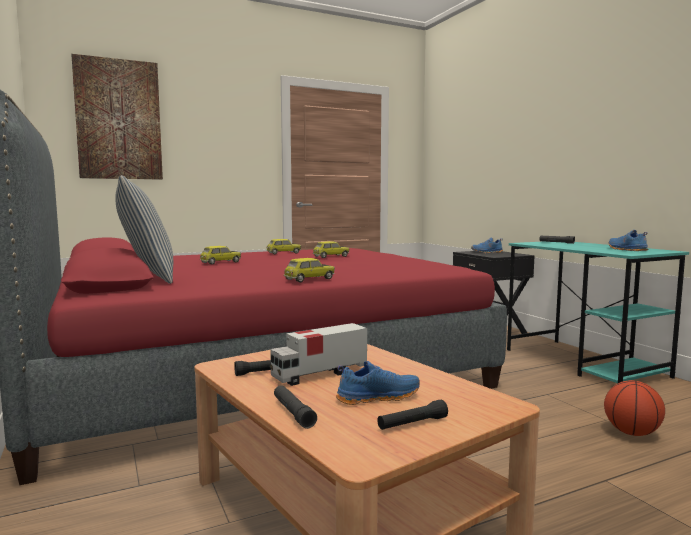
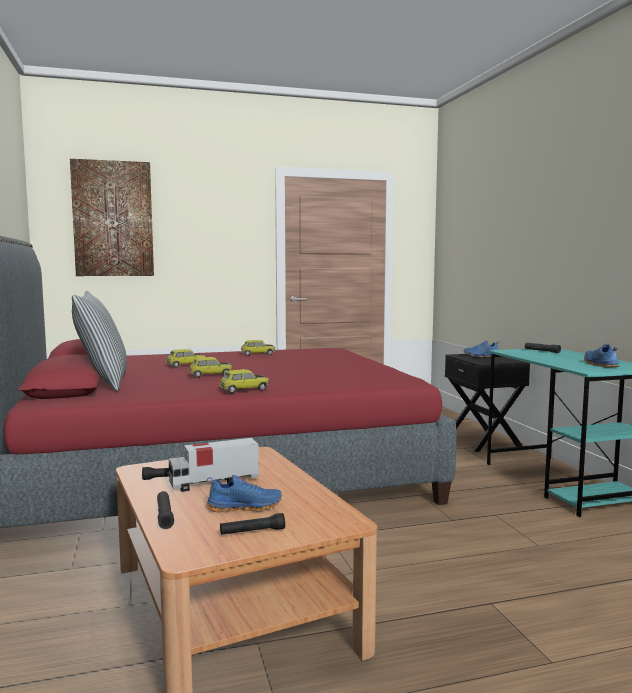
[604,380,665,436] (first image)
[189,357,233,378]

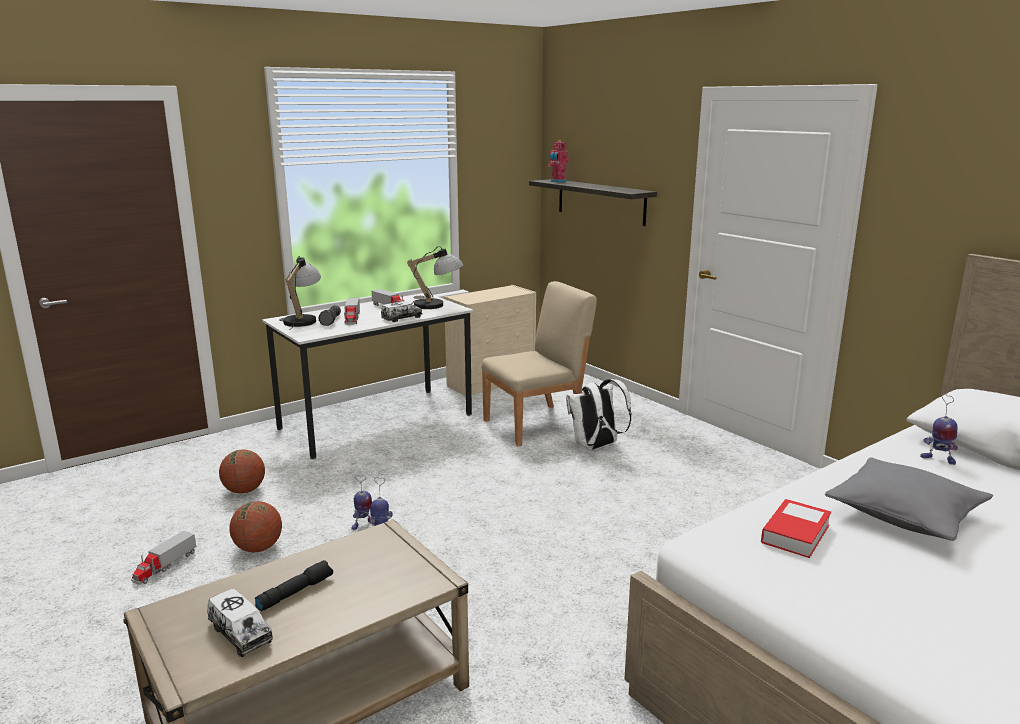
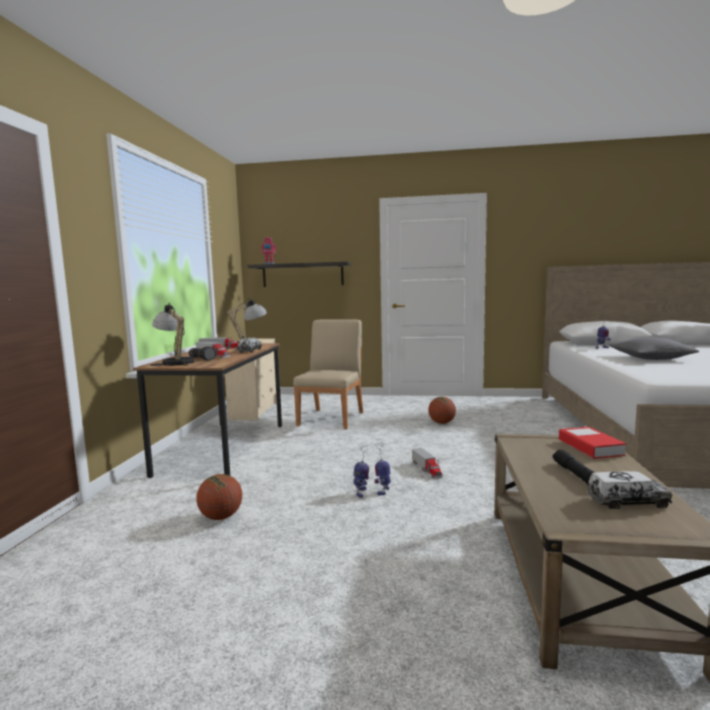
[566,379,632,450] (first image)
[412,448,443,479]
[428,397,456,424]
[559,427,627,459]
[133,343,282,478]

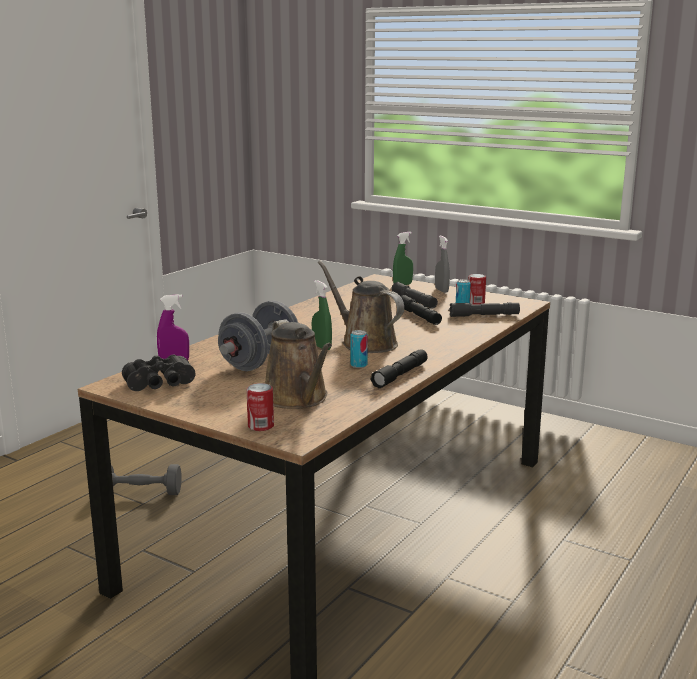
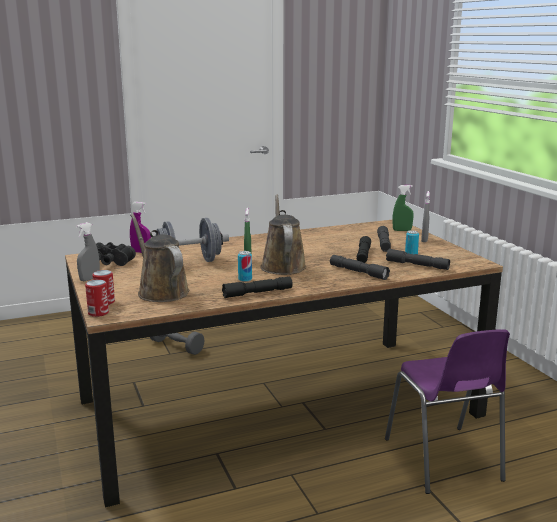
[76,222,100,281]
[330,255,390,280]
[385,329,510,494]
[85,279,109,317]
[130,214,189,302]

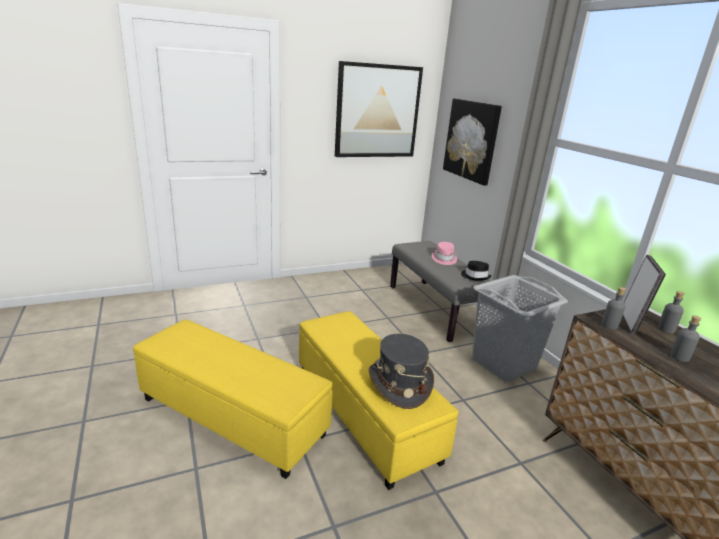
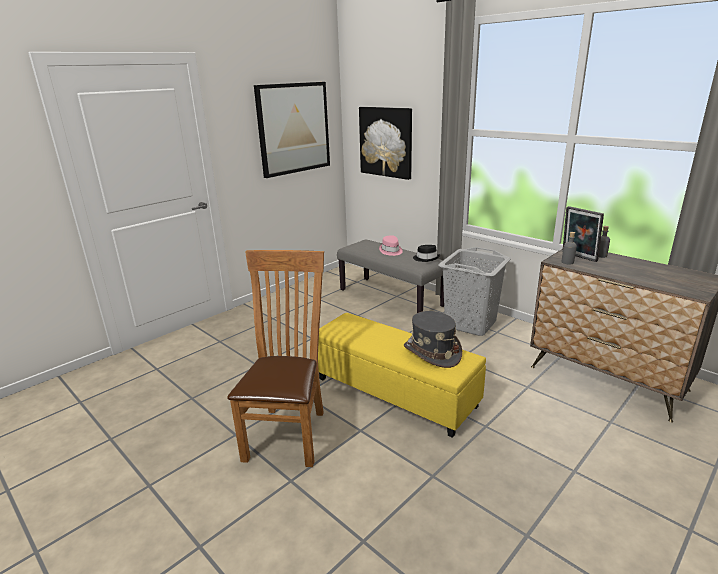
[670,315,701,362] (first image)
[227,250,324,467]
[562,206,604,262]

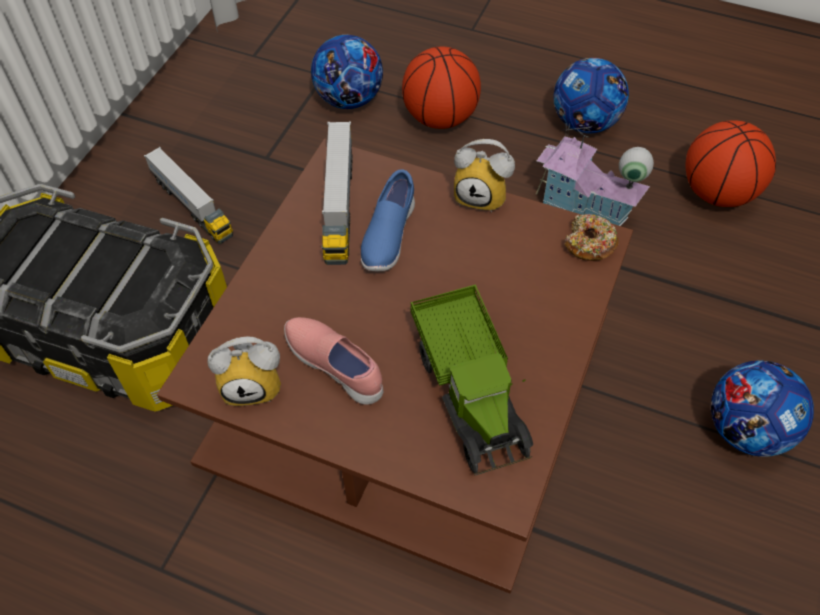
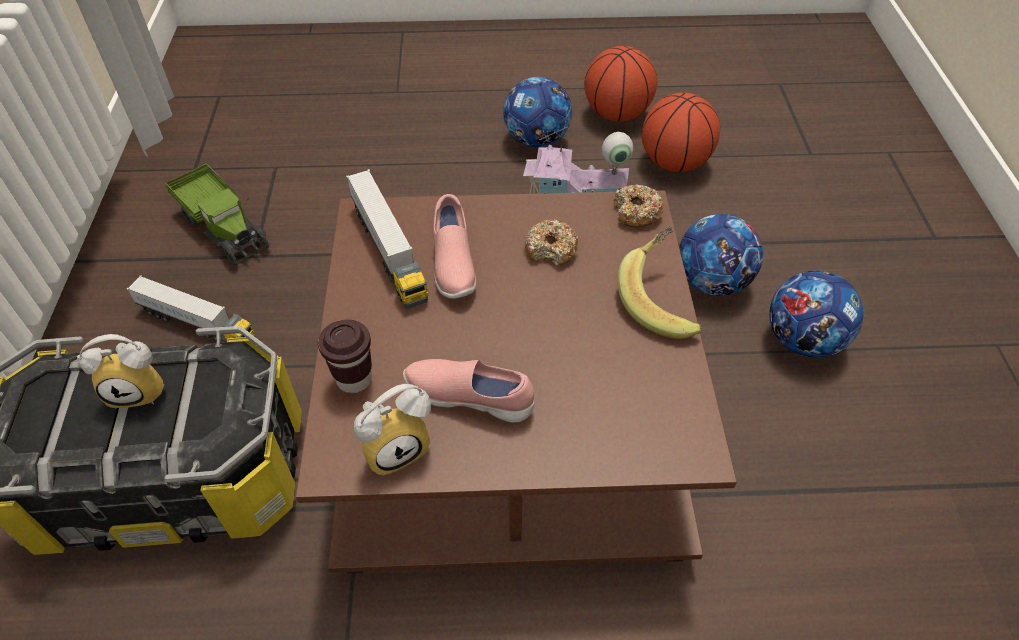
[318,319,372,393]
[524,220,578,266]
[617,226,702,339]
[679,214,763,296]
[584,46,657,121]
[165,163,270,265]
[77,334,164,408]
[433,194,476,299]

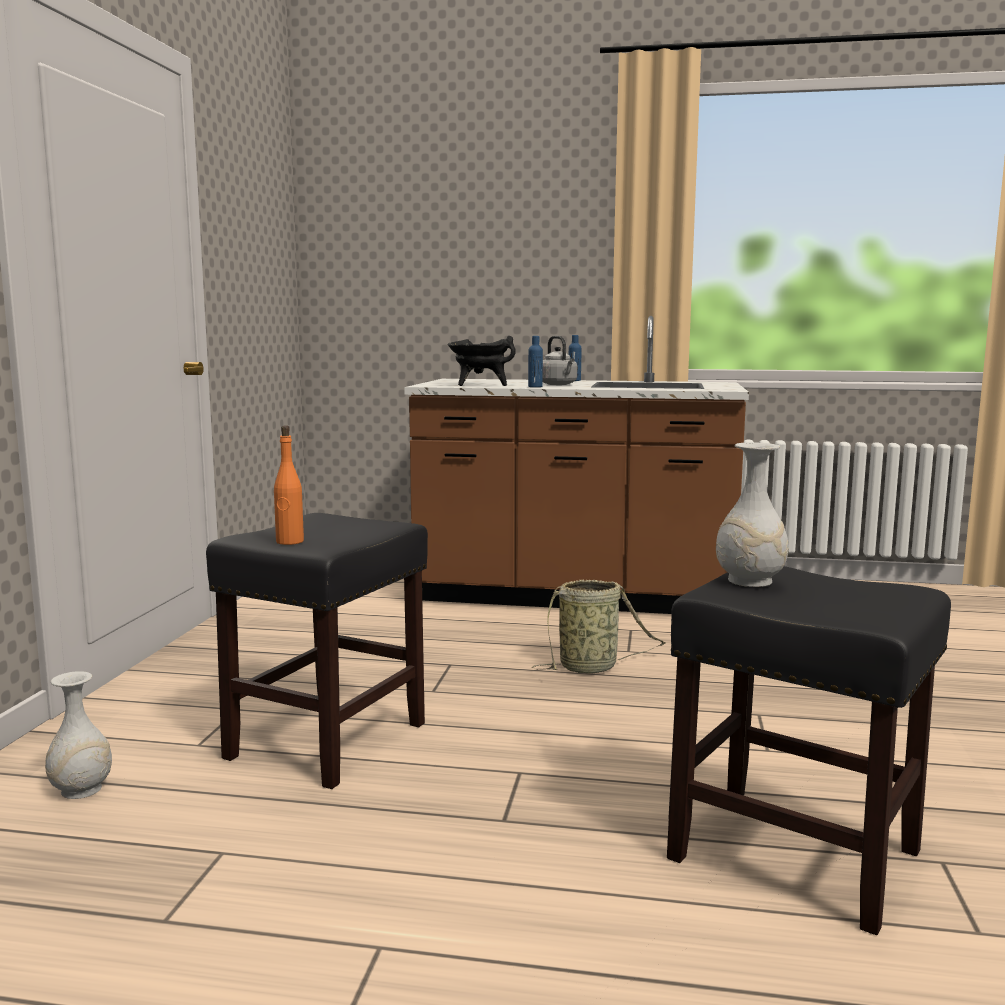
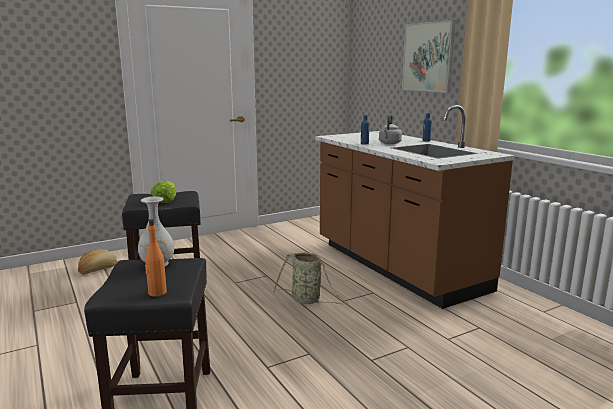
[448,336,516,386] (first image)
[151,181,176,203]
[402,20,456,93]
[145,219,167,296]
[78,249,117,275]

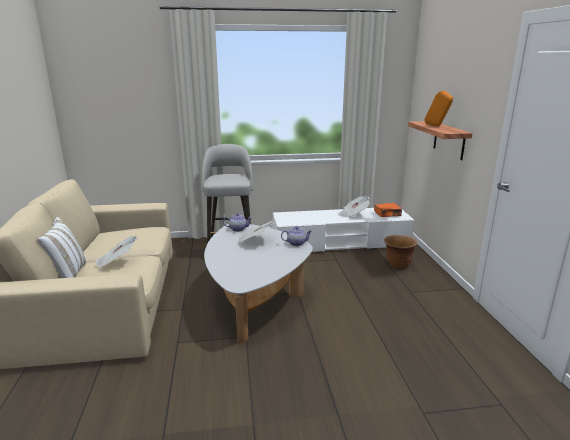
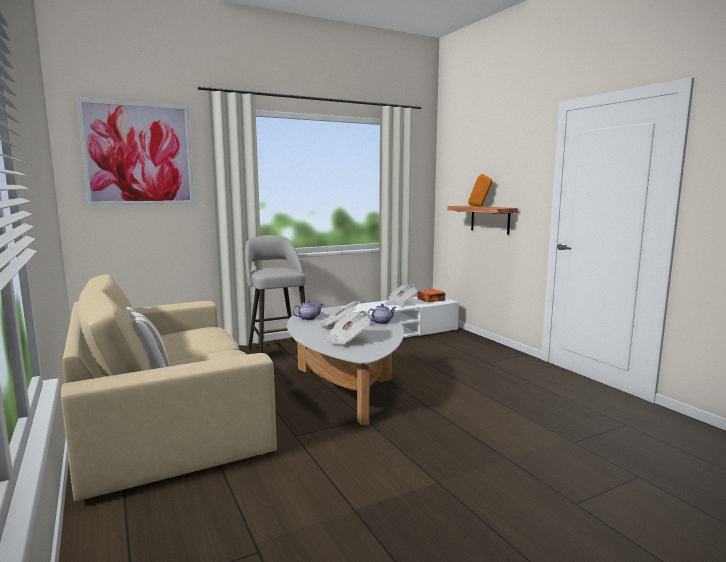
[384,235,417,269] (first image)
[77,98,194,206]
[323,311,371,345]

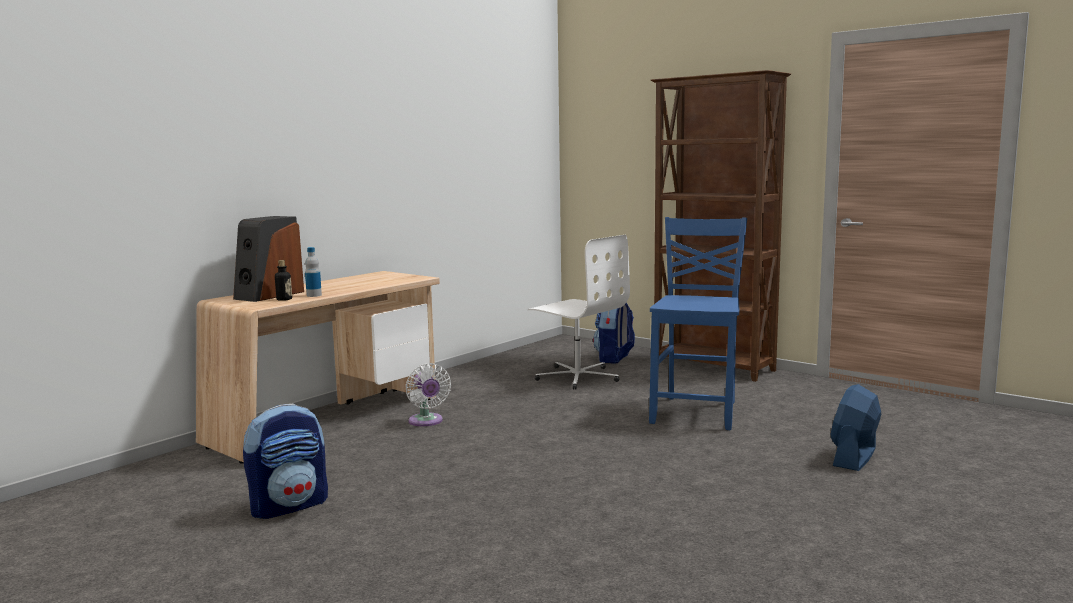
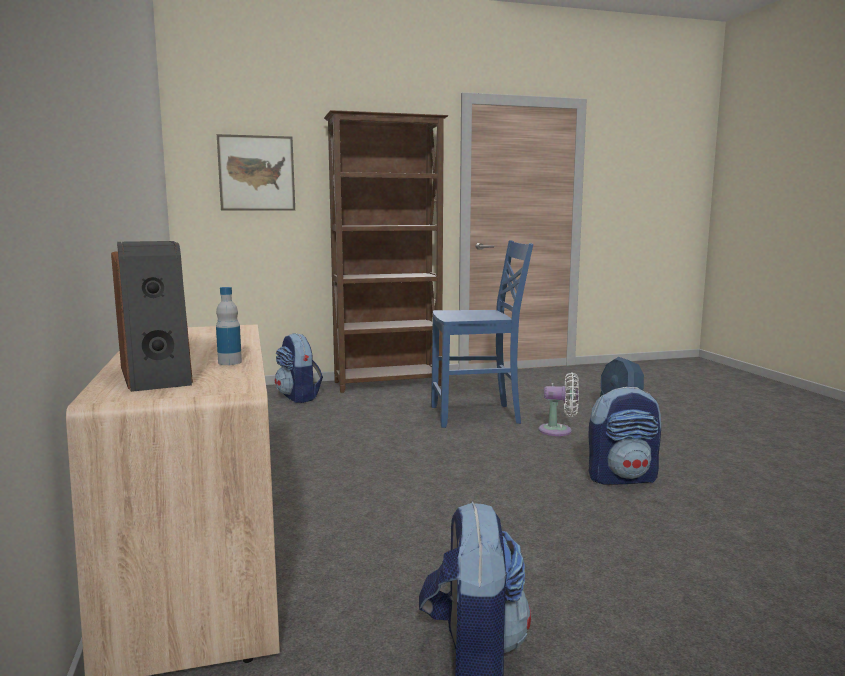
[275,260,292,301] (first image)
[528,235,630,390] (first image)
[217,134,295,211]
[588,387,661,485]
[539,372,579,436]
[431,240,533,428]

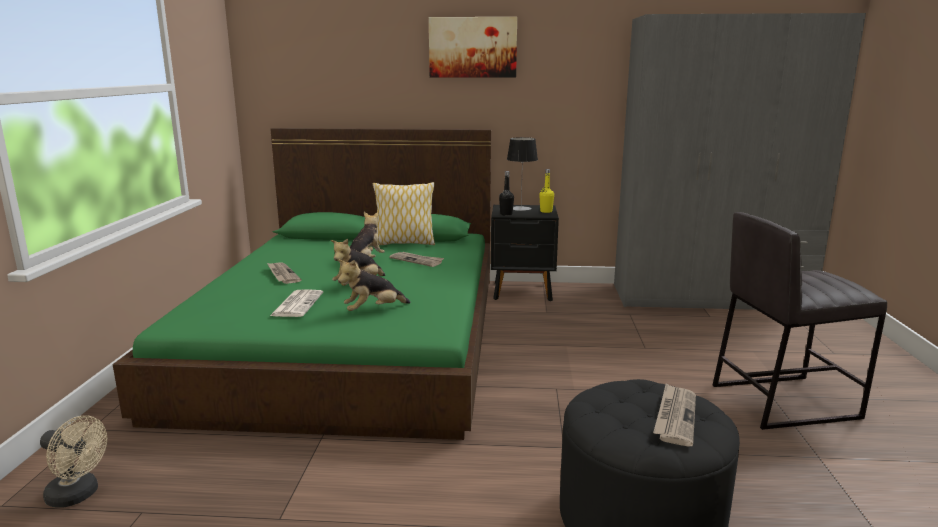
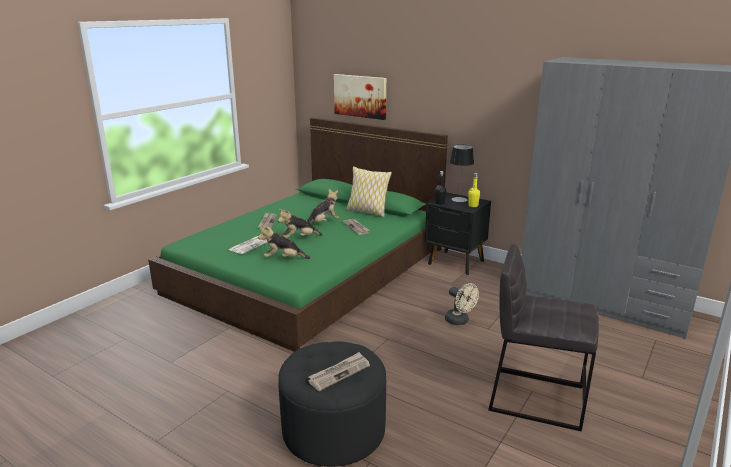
[445,283,479,325]
[334,74,386,120]

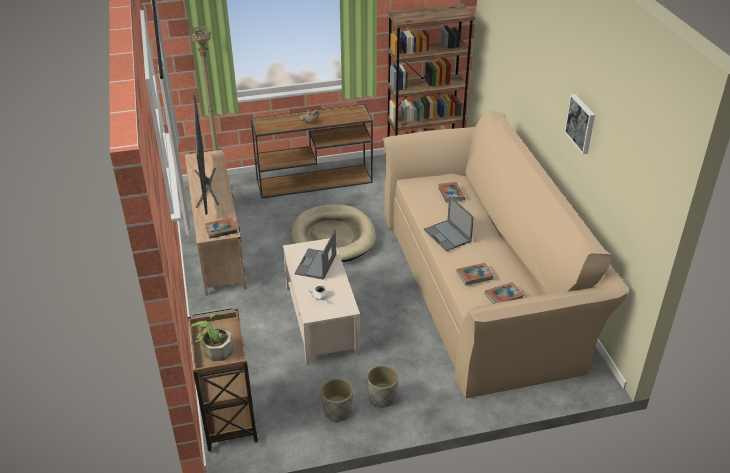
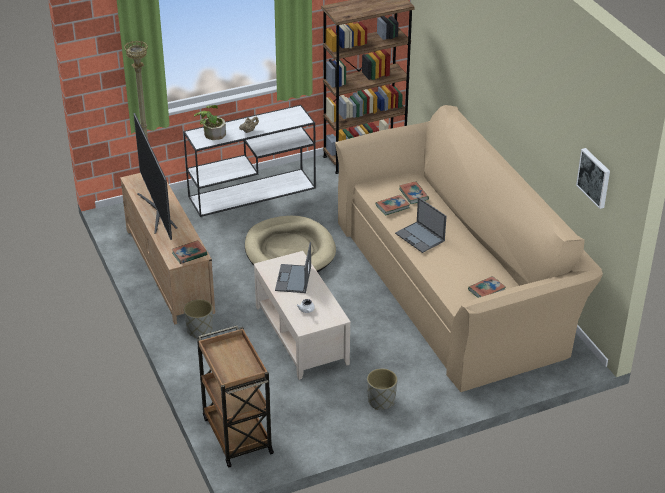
[194,105,226,140]
[184,299,213,339]
[376,195,410,215]
[576,148,610,209]
[183,105,316,217]

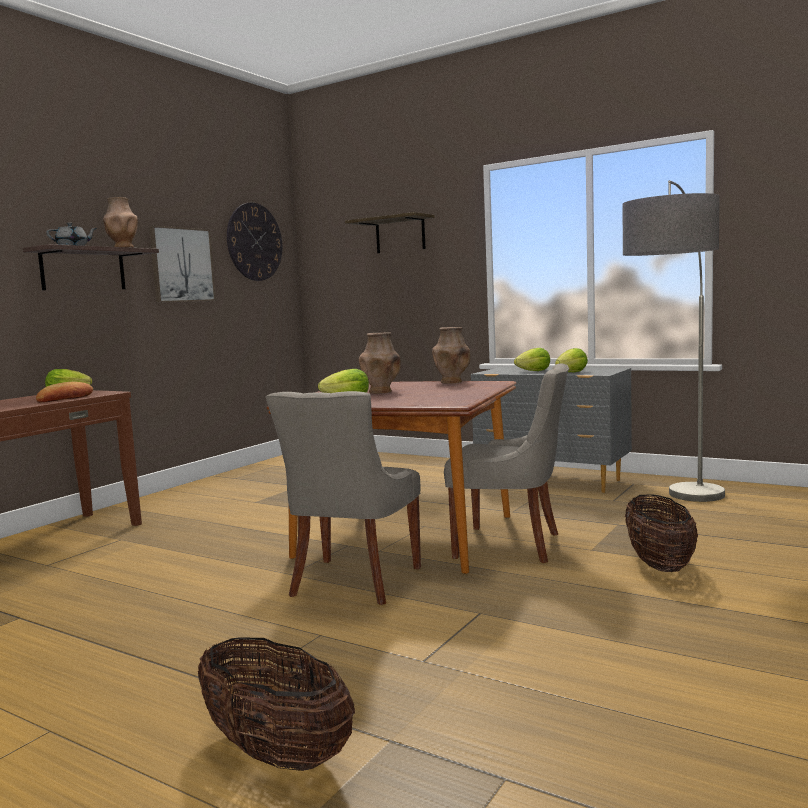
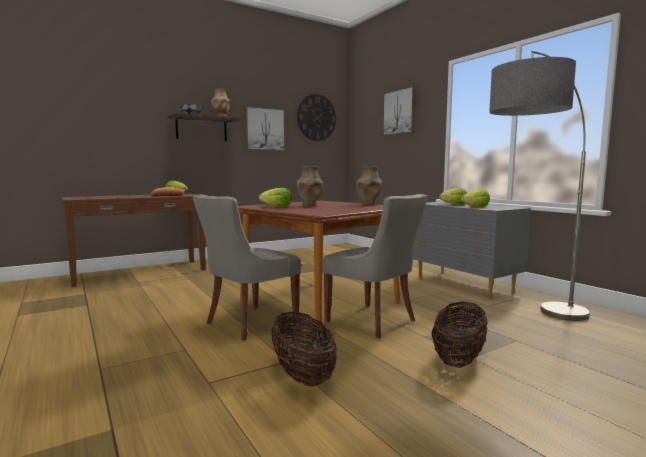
[271,312,337,386]
[382,86,416,136]

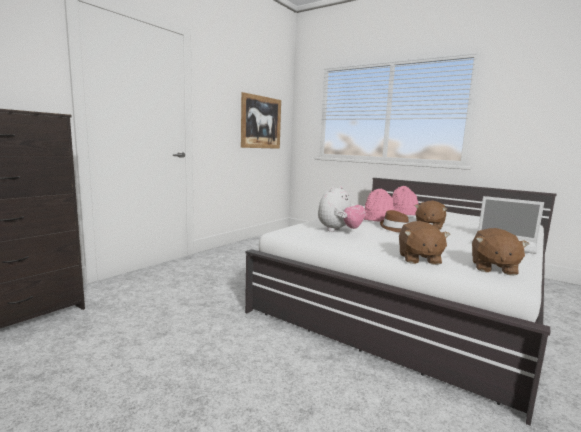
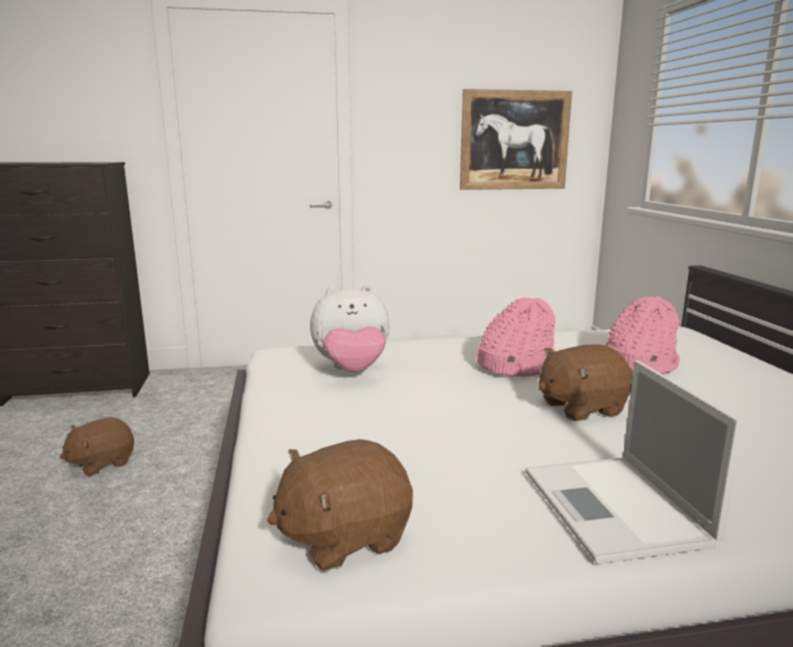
[380,210,409,233] (first image)
[60,417,134,476]

